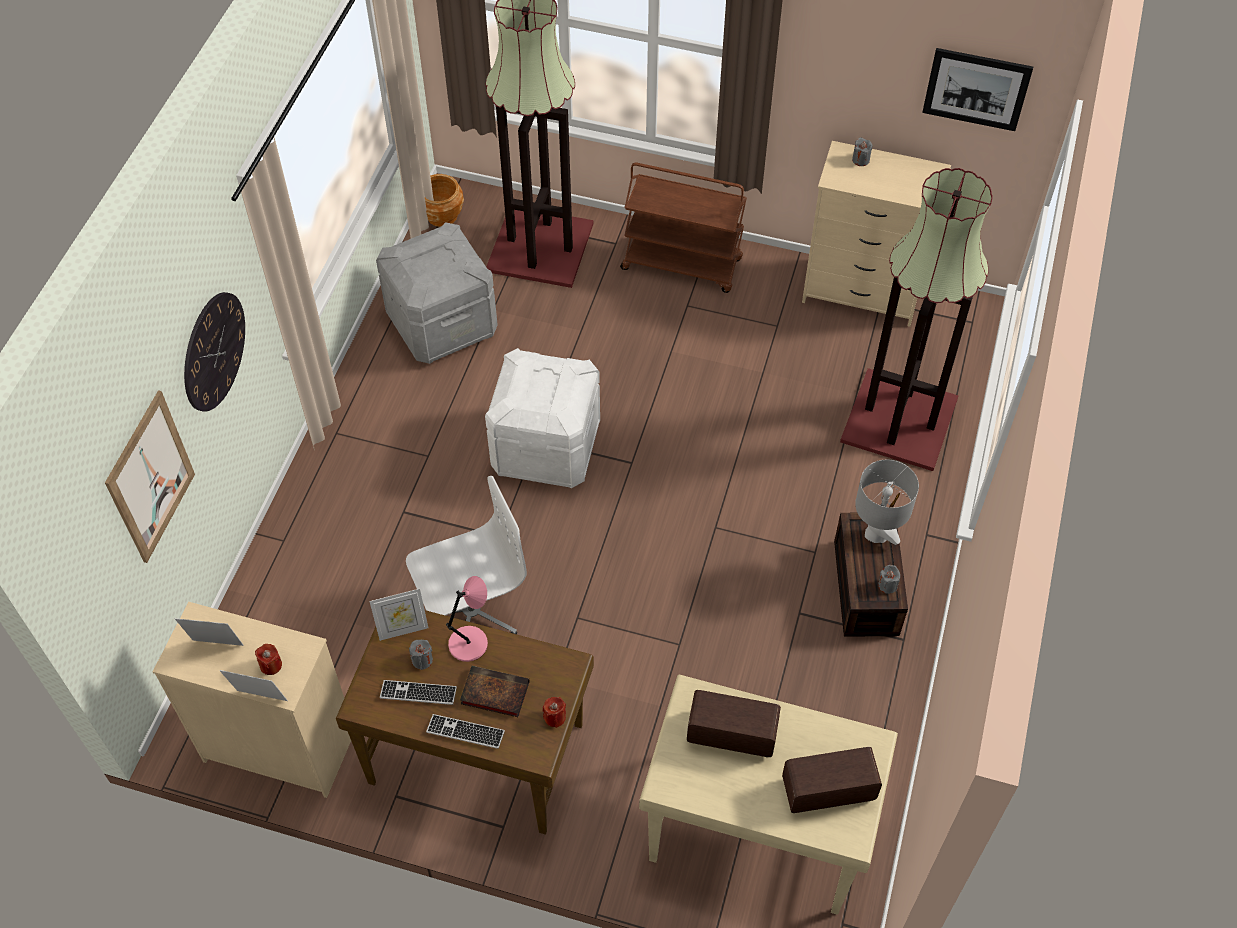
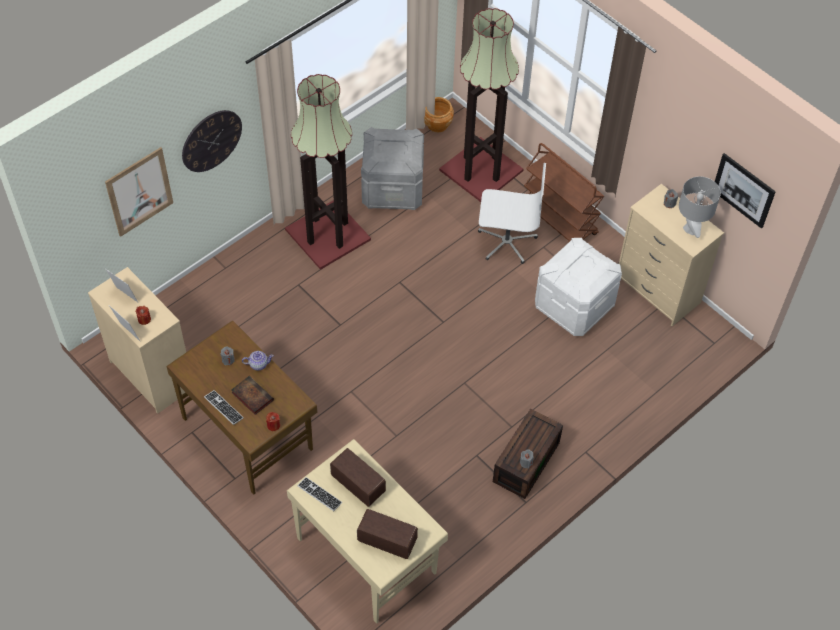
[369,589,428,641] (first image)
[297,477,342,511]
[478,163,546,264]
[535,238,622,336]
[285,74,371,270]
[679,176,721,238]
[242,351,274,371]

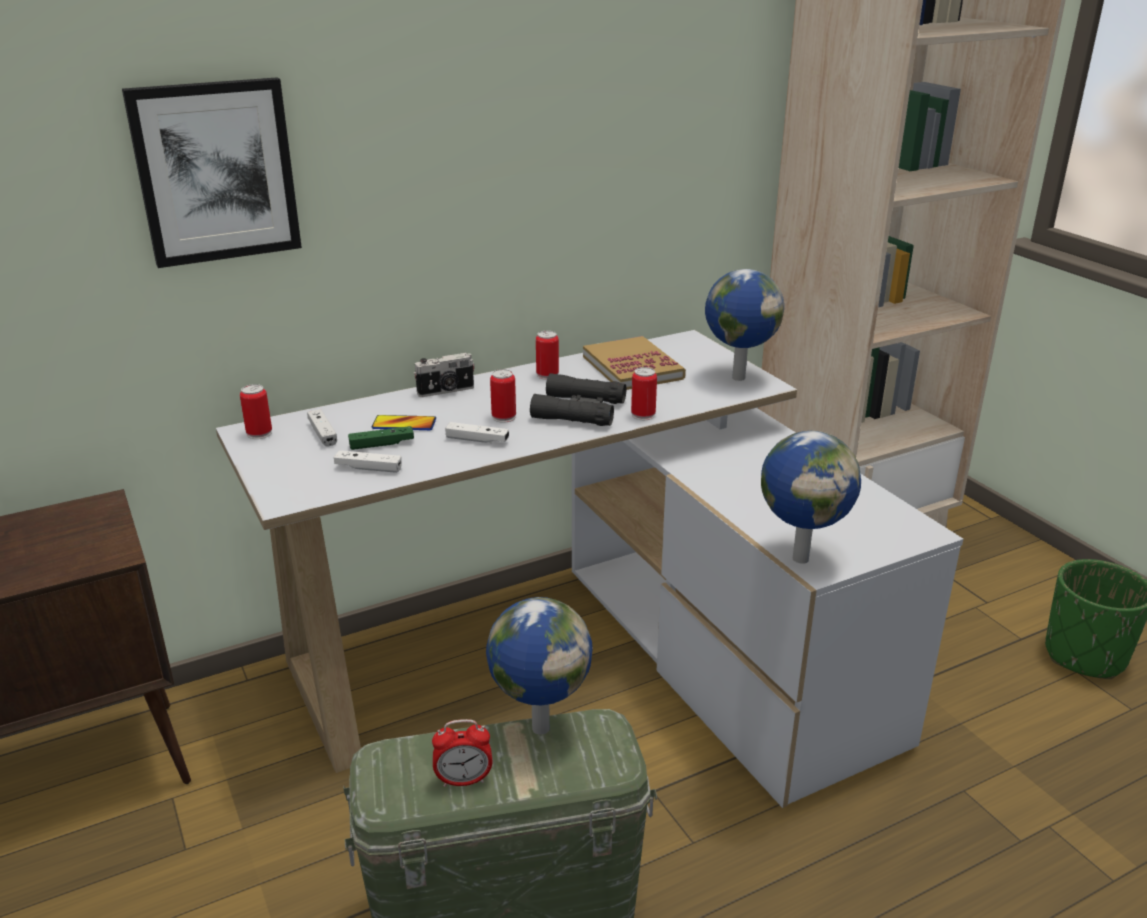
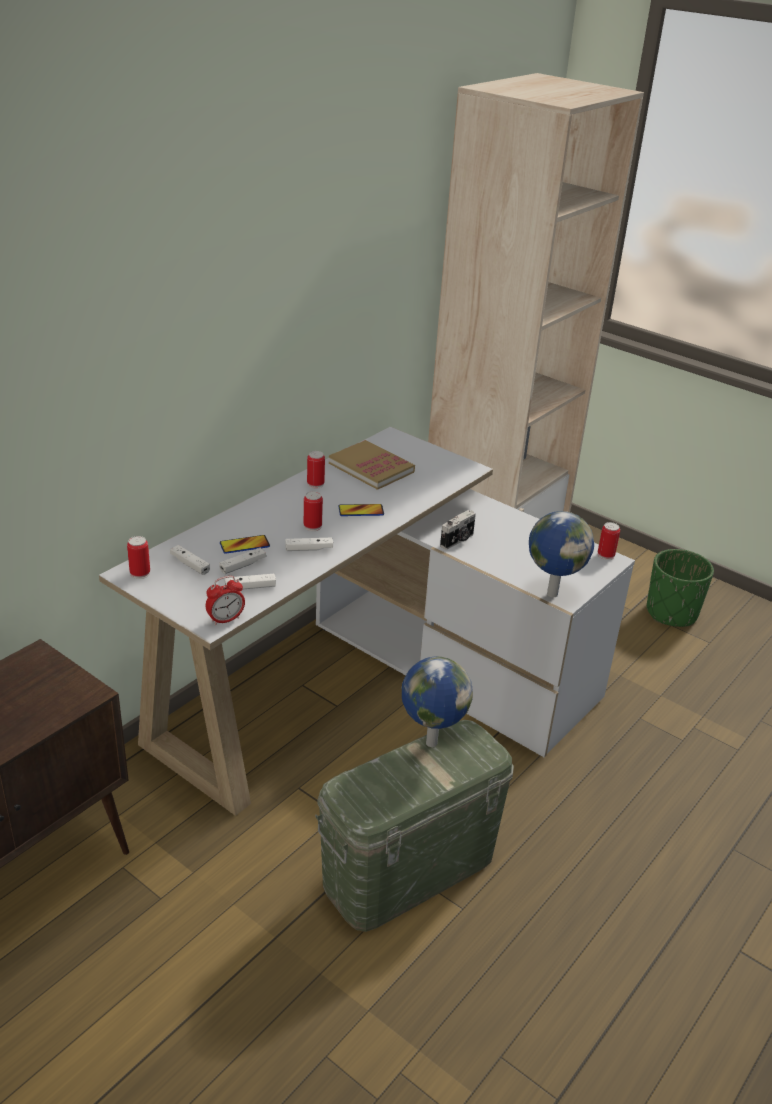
[122,77,302,268] (first image)
[705,269,784,381] (first image)
[440,510,476,550]
[206,576,245,626]
[598,522,620,560]
[338,504,384,516]
[219,548,266,574]

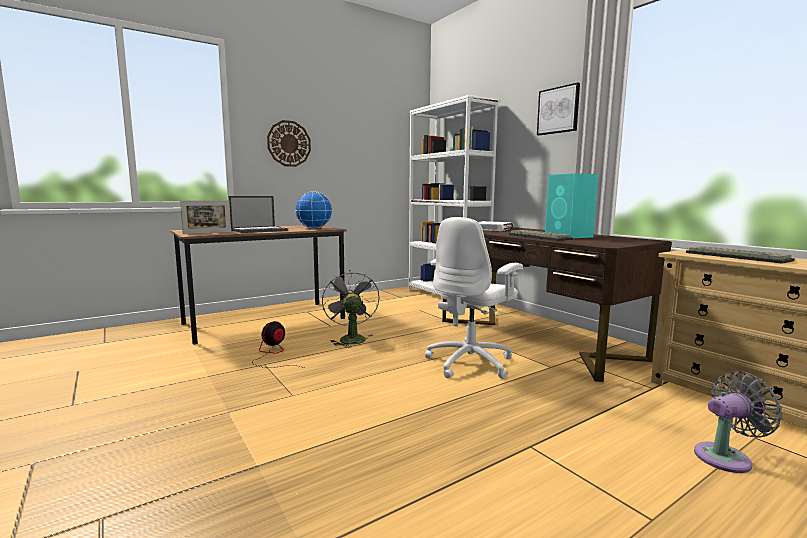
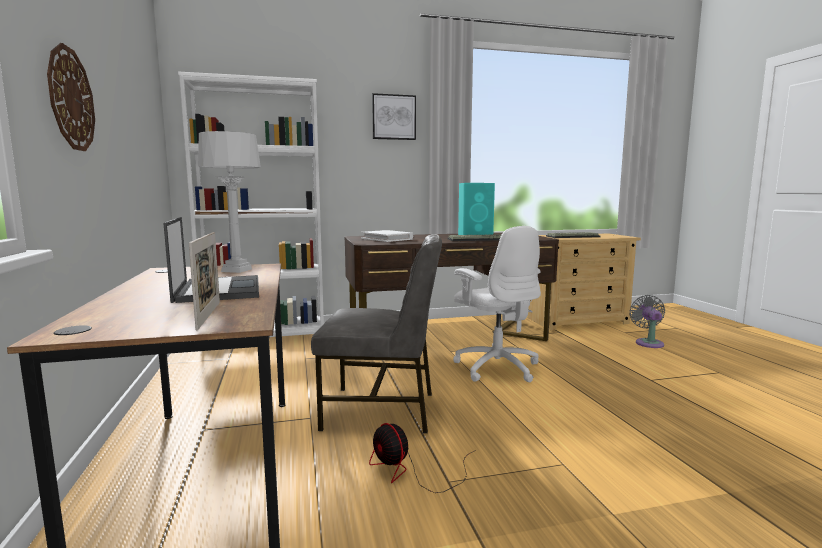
[198,131,261,273]
[311,234,442,433]

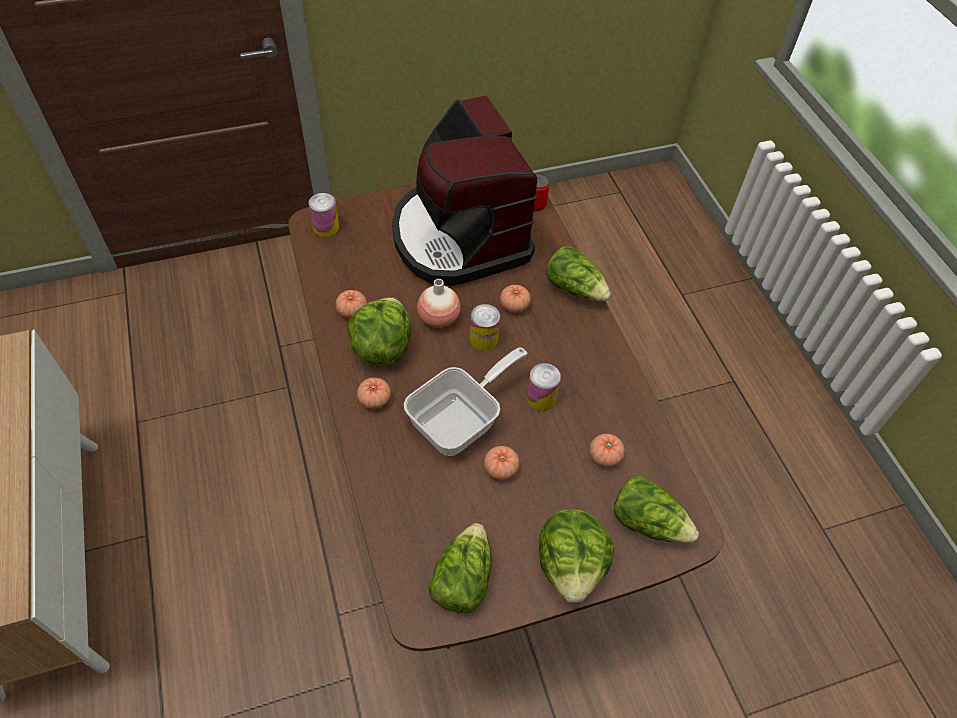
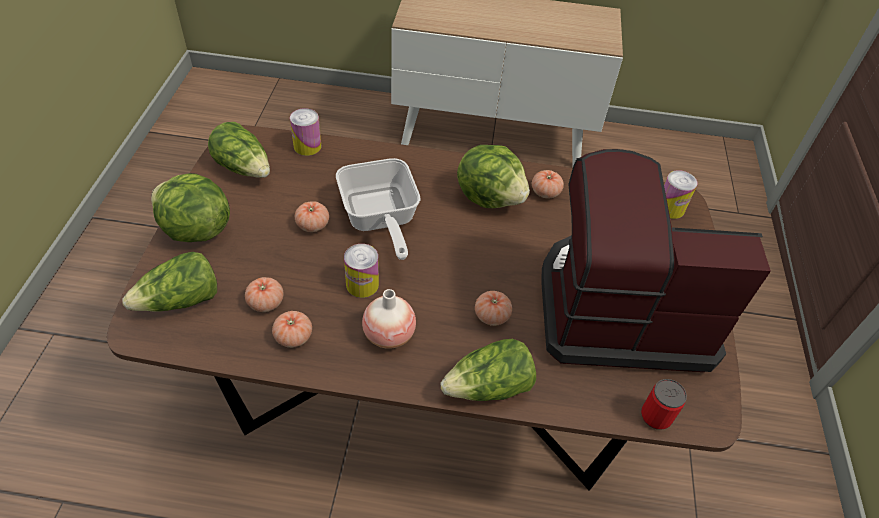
[272,311,312,348]
[362,289,416,349]
[290,108,321,156]

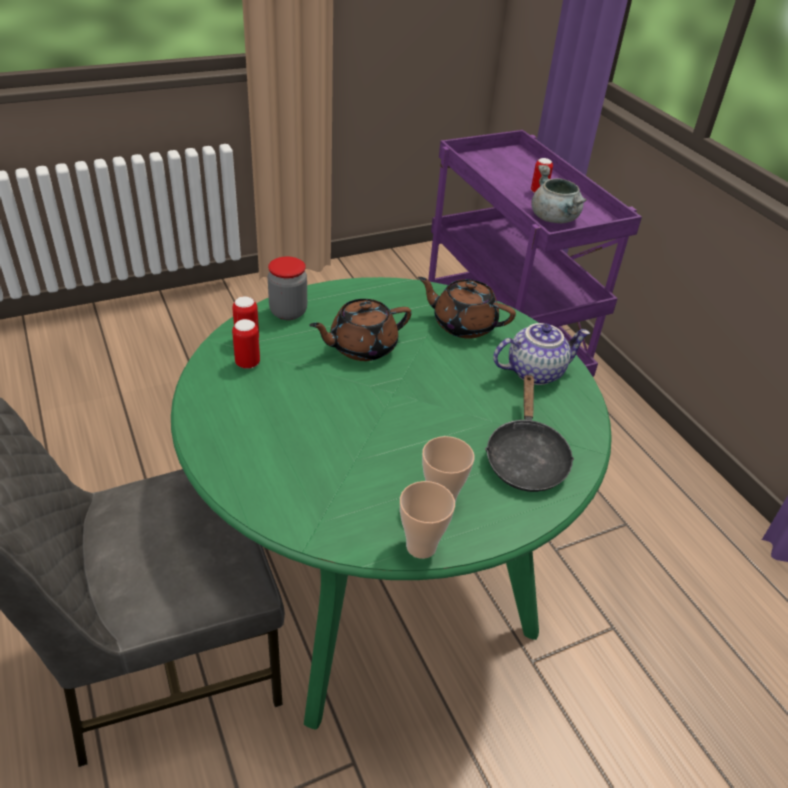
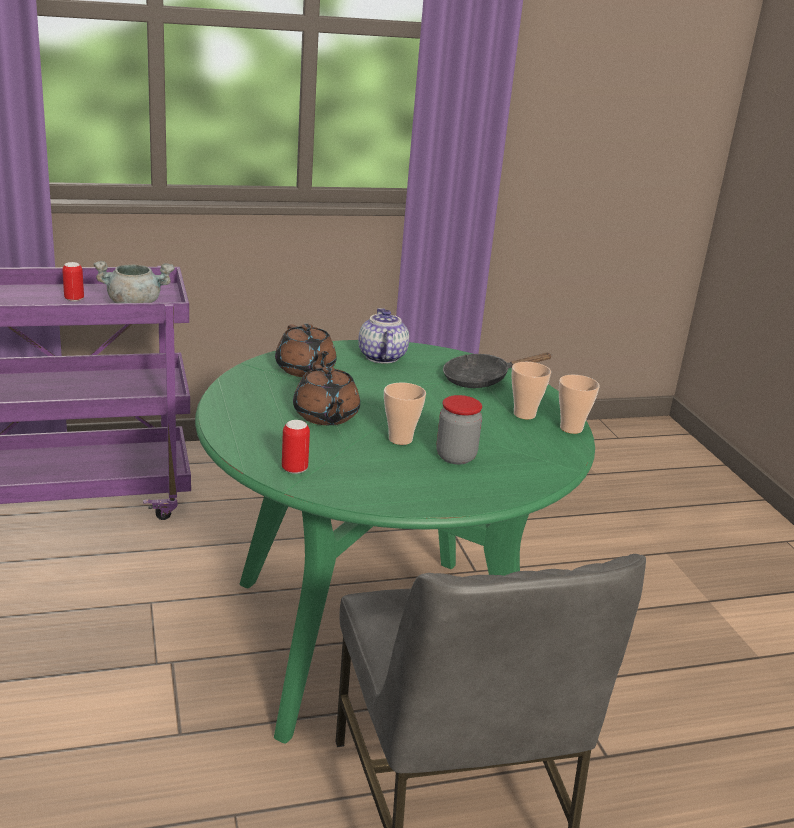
[232,319,260,369] (first image)
[384,383,426,445]
[436,395,482,465]
[275,324,336,377]
[443,353,553,388]

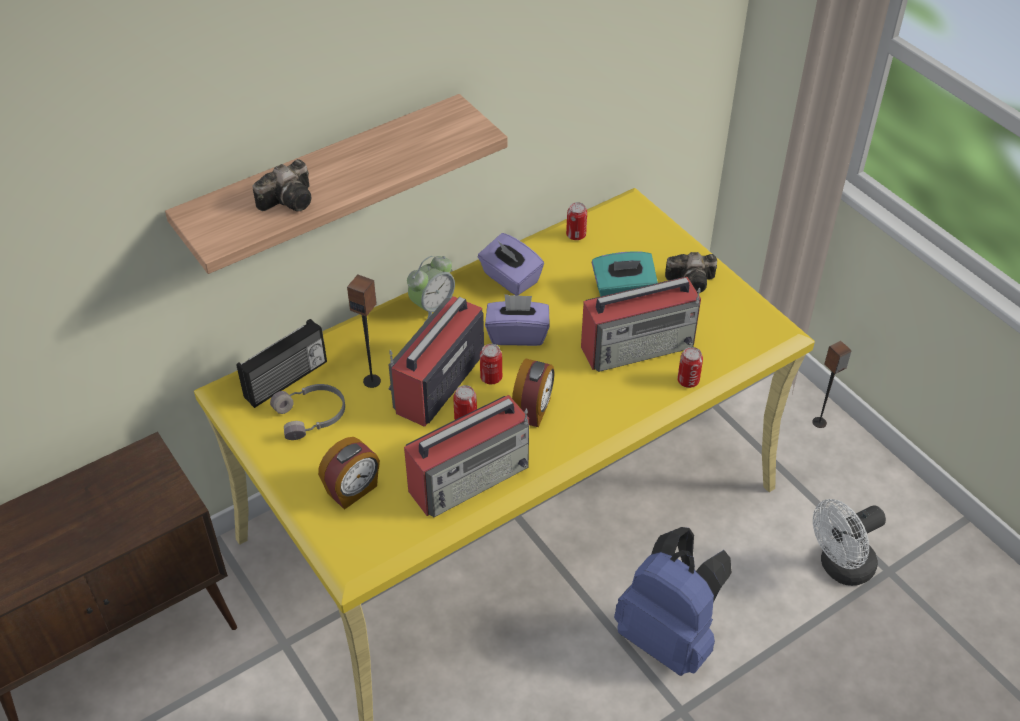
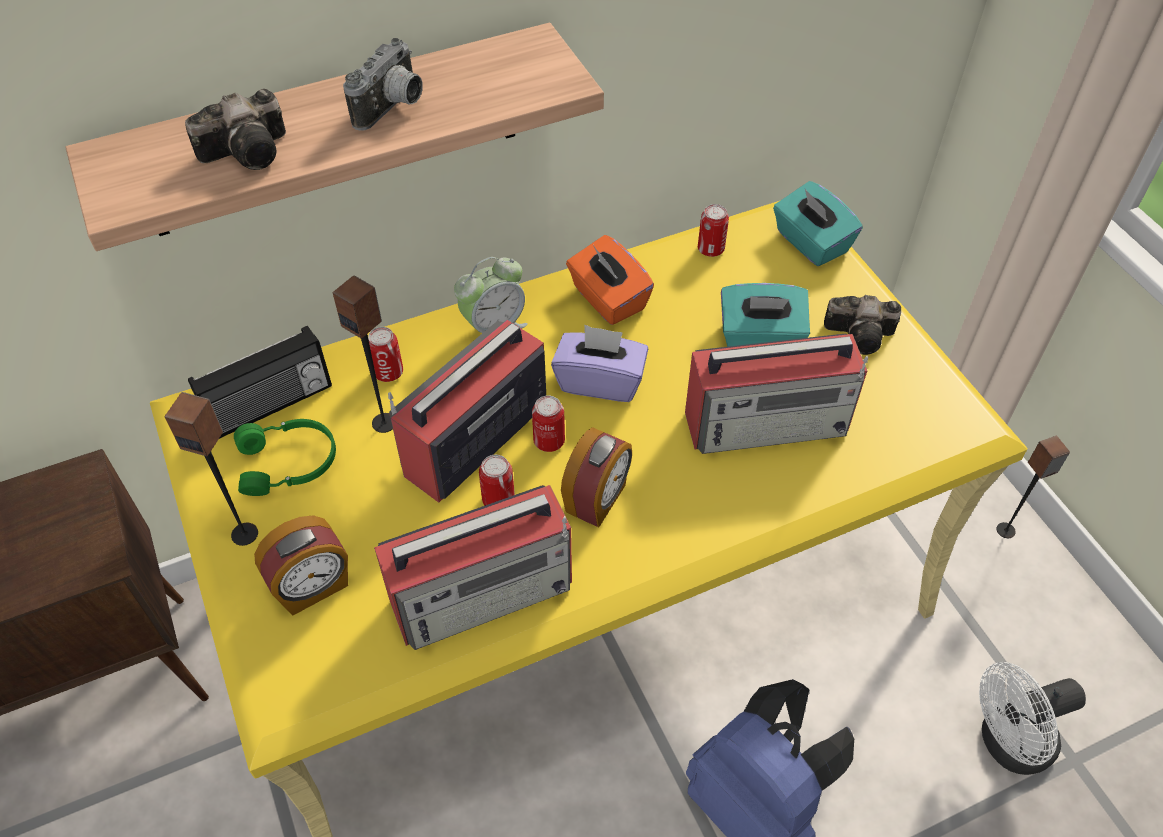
[164,392,258,546]
[343,38,423,131]
[773,181,863,266]
[368,327,403,382]
[234,419,336,496]
[566,235,654,325]

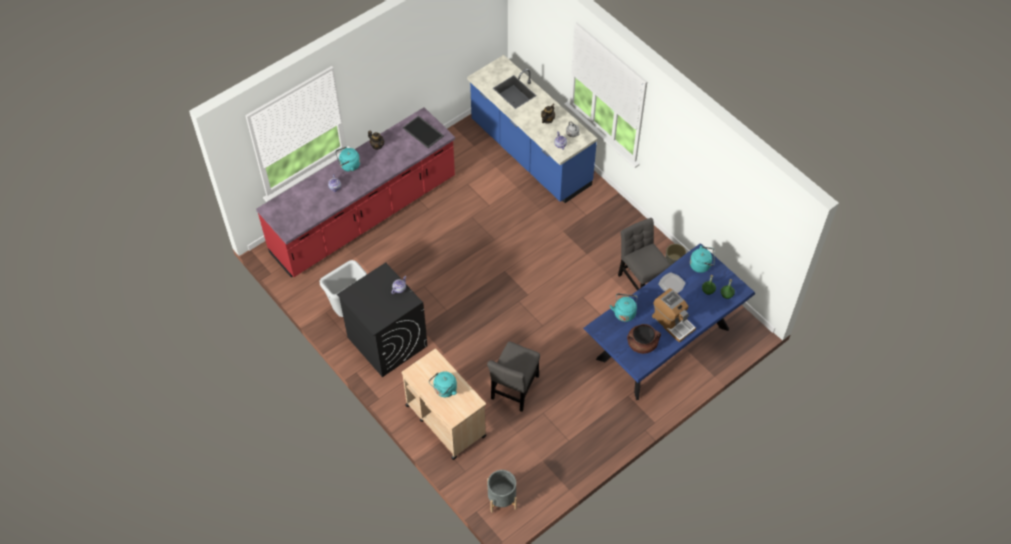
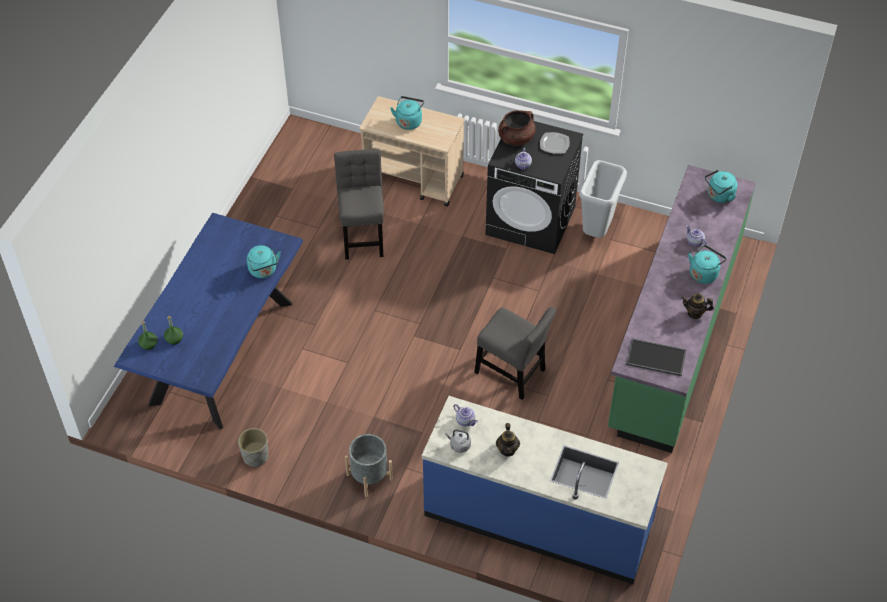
[652,288,696,343] (first image)
[345,434,393,497]
[474,307,556,400]
[498,110,536,146]
[540,132,570,154]
[705,170,737,203]
[608,165,756,453]

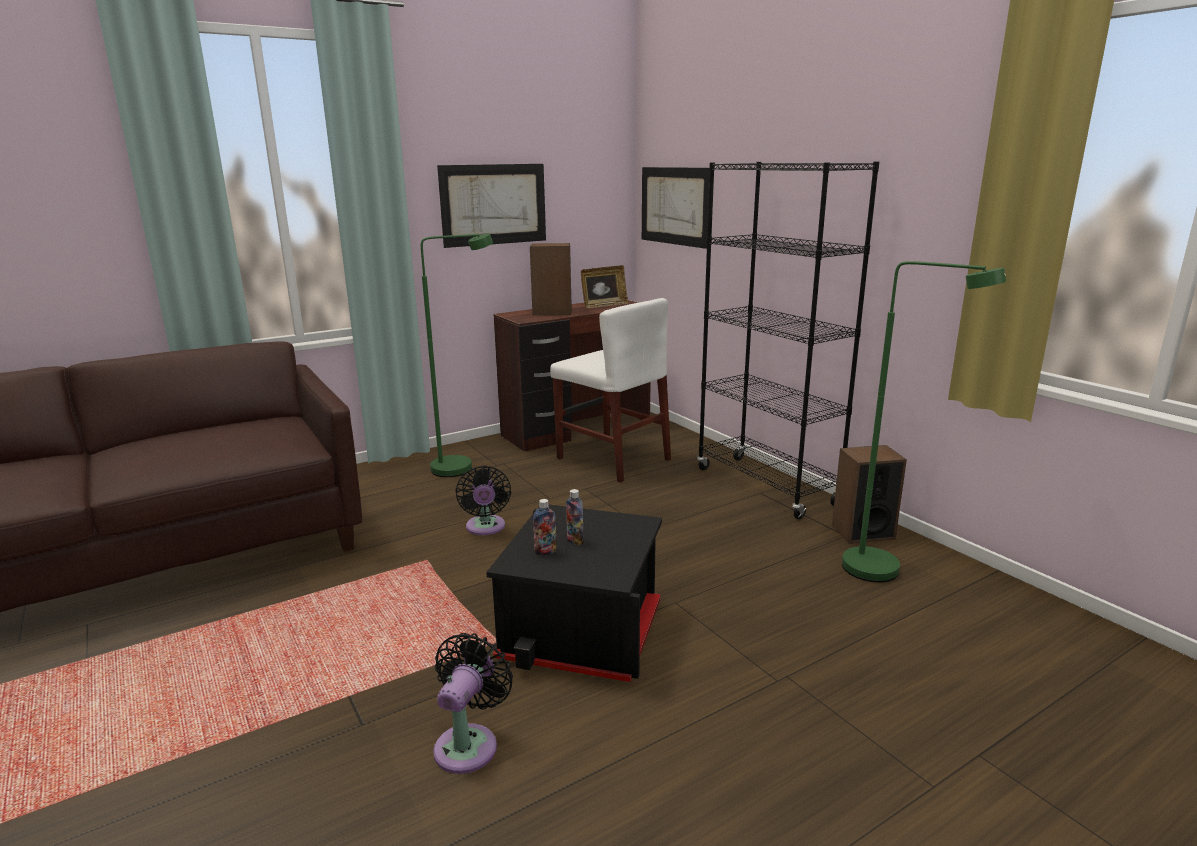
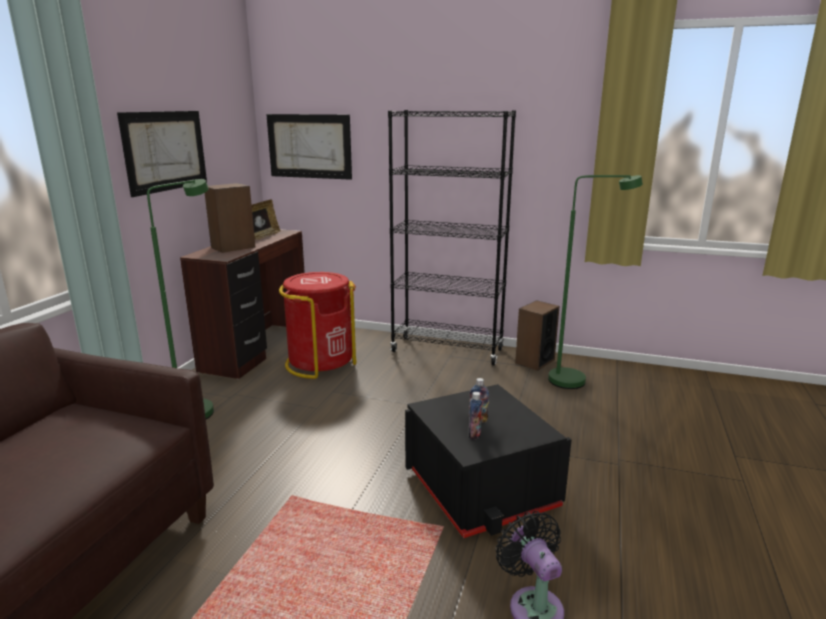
[455,466,511,535] (first image)
[279,272,357,379]

